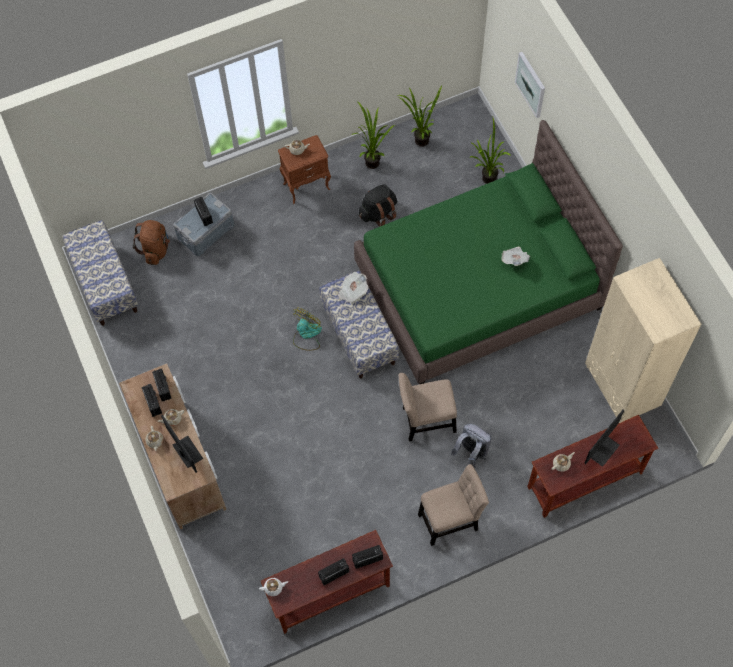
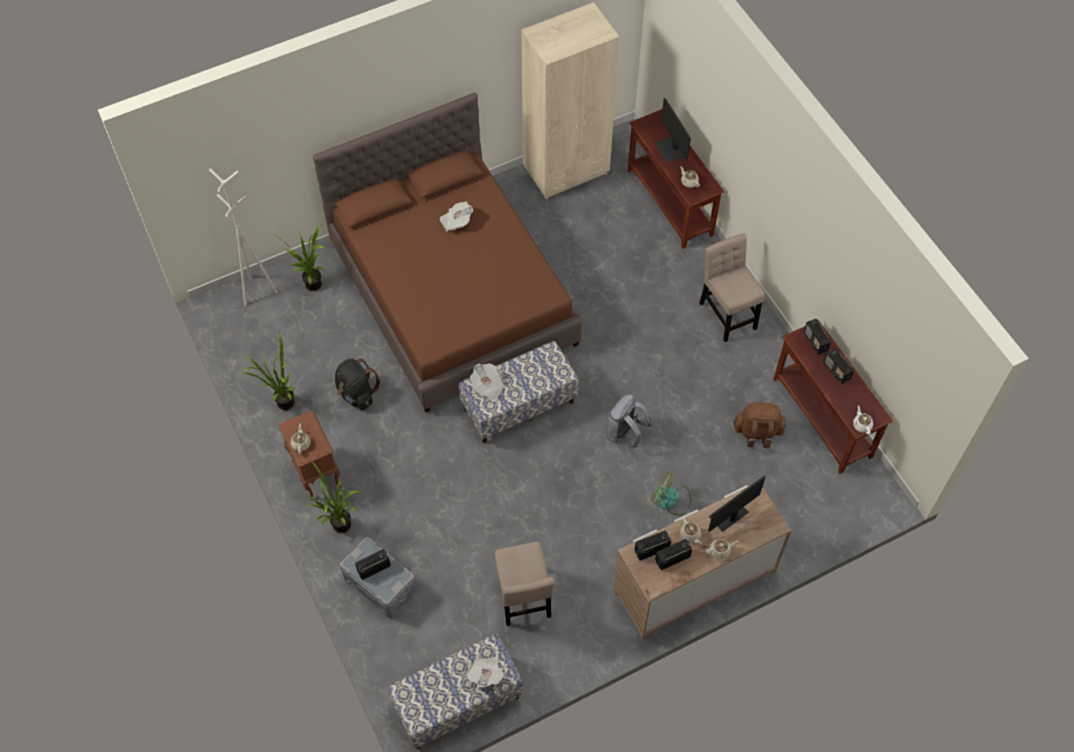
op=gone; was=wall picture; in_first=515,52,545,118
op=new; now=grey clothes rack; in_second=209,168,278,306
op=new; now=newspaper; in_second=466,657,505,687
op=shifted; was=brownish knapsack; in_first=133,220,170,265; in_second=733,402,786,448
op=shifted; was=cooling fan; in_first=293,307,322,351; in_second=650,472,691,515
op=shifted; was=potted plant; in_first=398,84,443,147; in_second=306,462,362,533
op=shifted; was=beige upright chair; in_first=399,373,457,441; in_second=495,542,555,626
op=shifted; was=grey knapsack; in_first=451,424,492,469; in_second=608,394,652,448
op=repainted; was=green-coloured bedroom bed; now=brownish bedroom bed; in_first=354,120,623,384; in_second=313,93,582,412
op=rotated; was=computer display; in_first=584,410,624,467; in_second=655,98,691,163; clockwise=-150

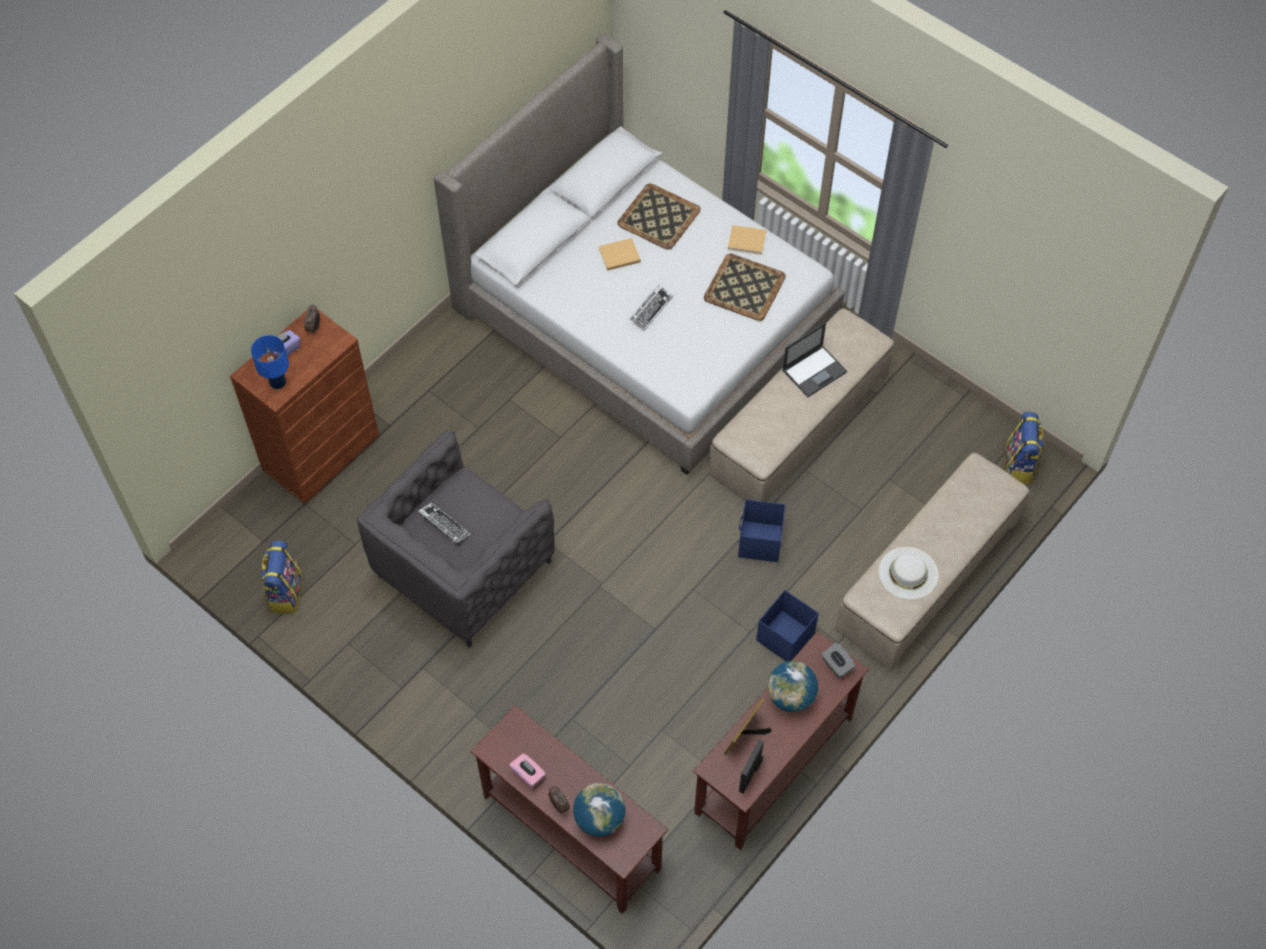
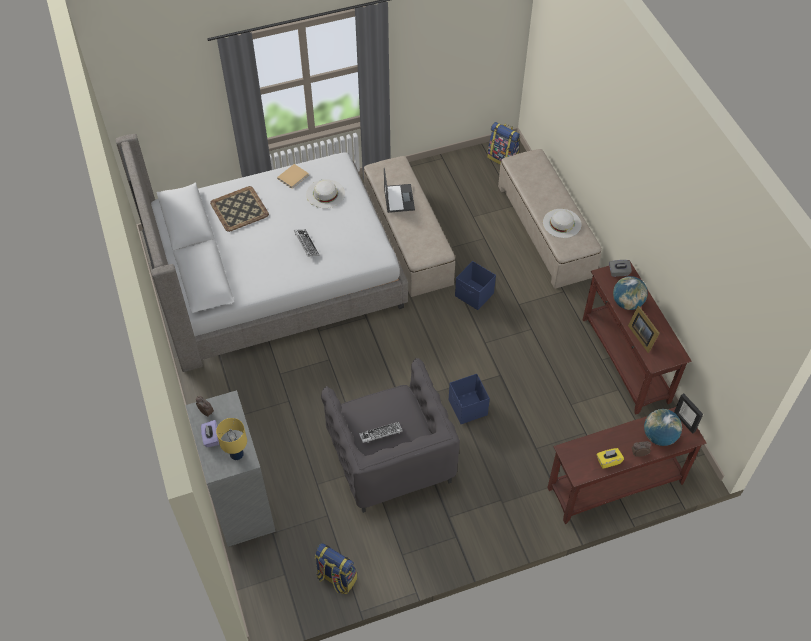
op=gone; was=beige bound book; in_first=599,238,641,271
op=shifted; was=photo frame; in_first=739,740,764,794; in_second=674,393,703,434
op=shifted; was=blue storage bin; in_first=756,590,819,662; in_second=449,374,490,424
op=swapped; was=tray; now=white-coloured wearable hat; in_first=704,253,786,321; in_second=306,179,345,208
op=repainted; was=brownish dresser; now=grey dresser; in_first=230,309,380,504; in_second=185,390,276,547
op=repainted; was=blue tabletop lamp; now=yellow-coloured tabletop lamp; in_first=251,335,289,389; in_second=216,418,247,460
op=repainted; was=pink tissue box; now=yellow-coloured tissue box; in_first=509,753,546,789; in_second=597,448,624,469

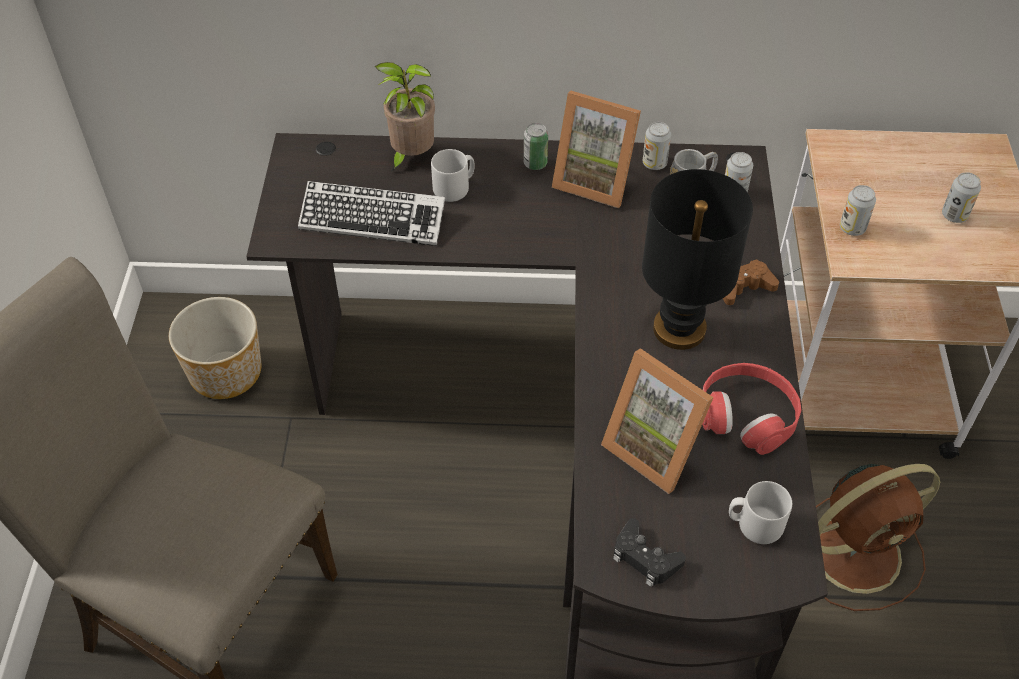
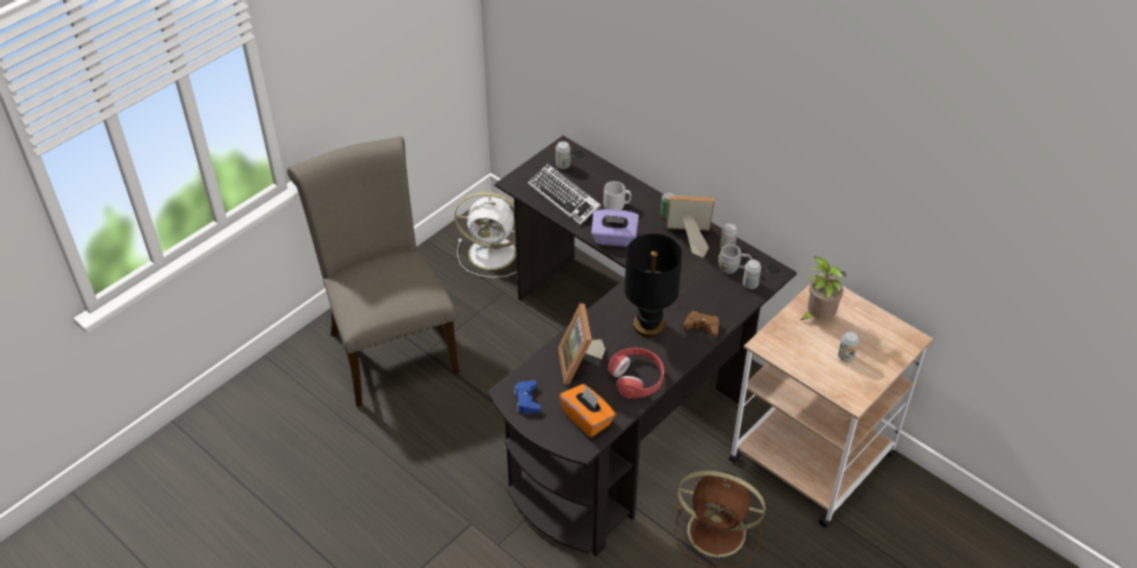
op=new; now=purplish tissue box; in_second=591,209,639,247
op=shifted; was=potted plant; in_first=375,62,435,172; in_second=801,257,846,320
op=shifted; was=sealed can; in_first=840,185,876,236; in_second=556,141,570,169
op=swapped; was=planter; now=white-coloured cooling fan; in_first=169,297,262,399; in_second=454,192,517,278
op=swapped; was=grey coffee mug; now=orange tissue box; in_first=729,481,792,544; in_second=559,384,616,437
op=repainted; was=black joypad; now=blue joypad; in_first=613,518,686,587; in_second=514,380,541,414
op=rotated; was=photo frame; in_first=552,91,641,208; in_second=667,195,715,258; clockwise=120

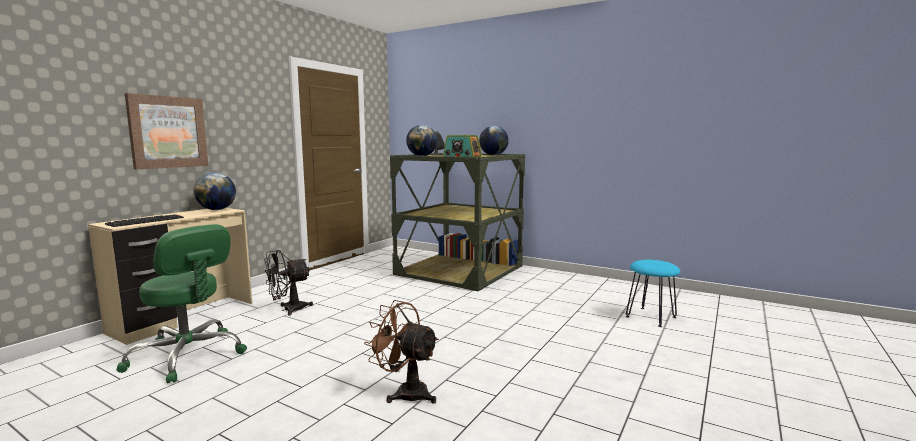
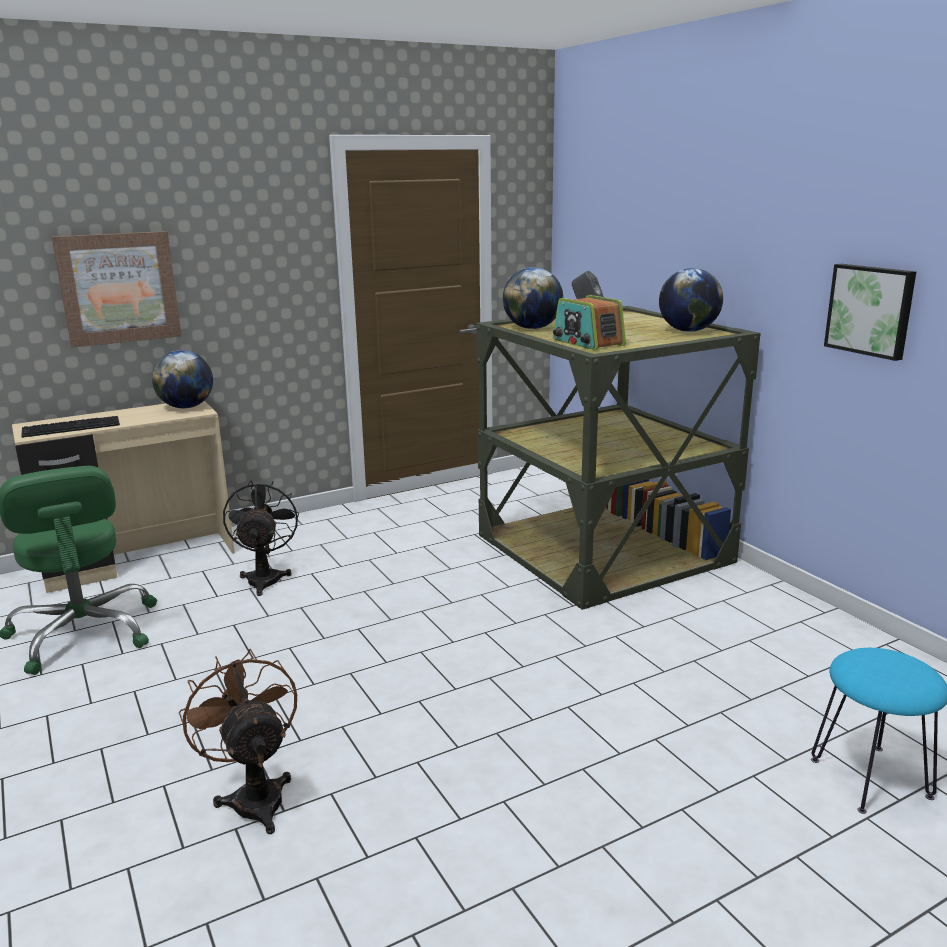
op=new; now=wall picture; in_second=824,264,916,361
op=rotated; was=black cooling fan; in_first=264,250,313,316; in_second=223,480,299,596; clockwise=90

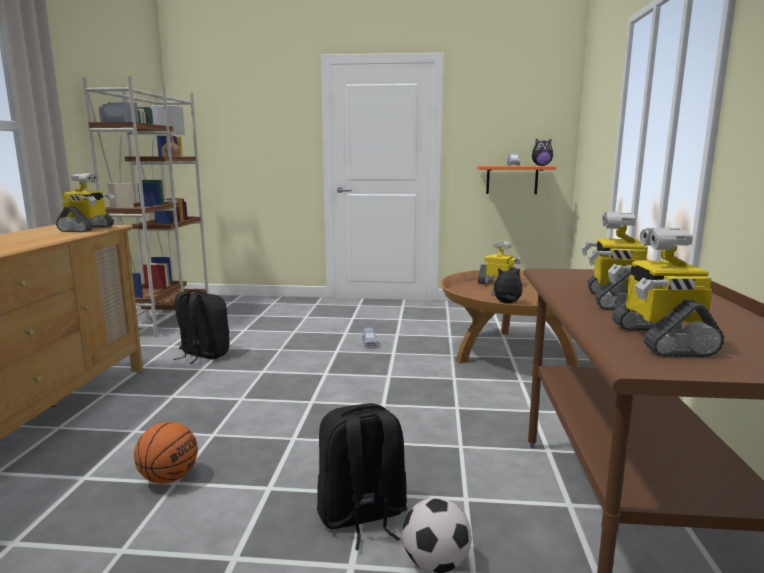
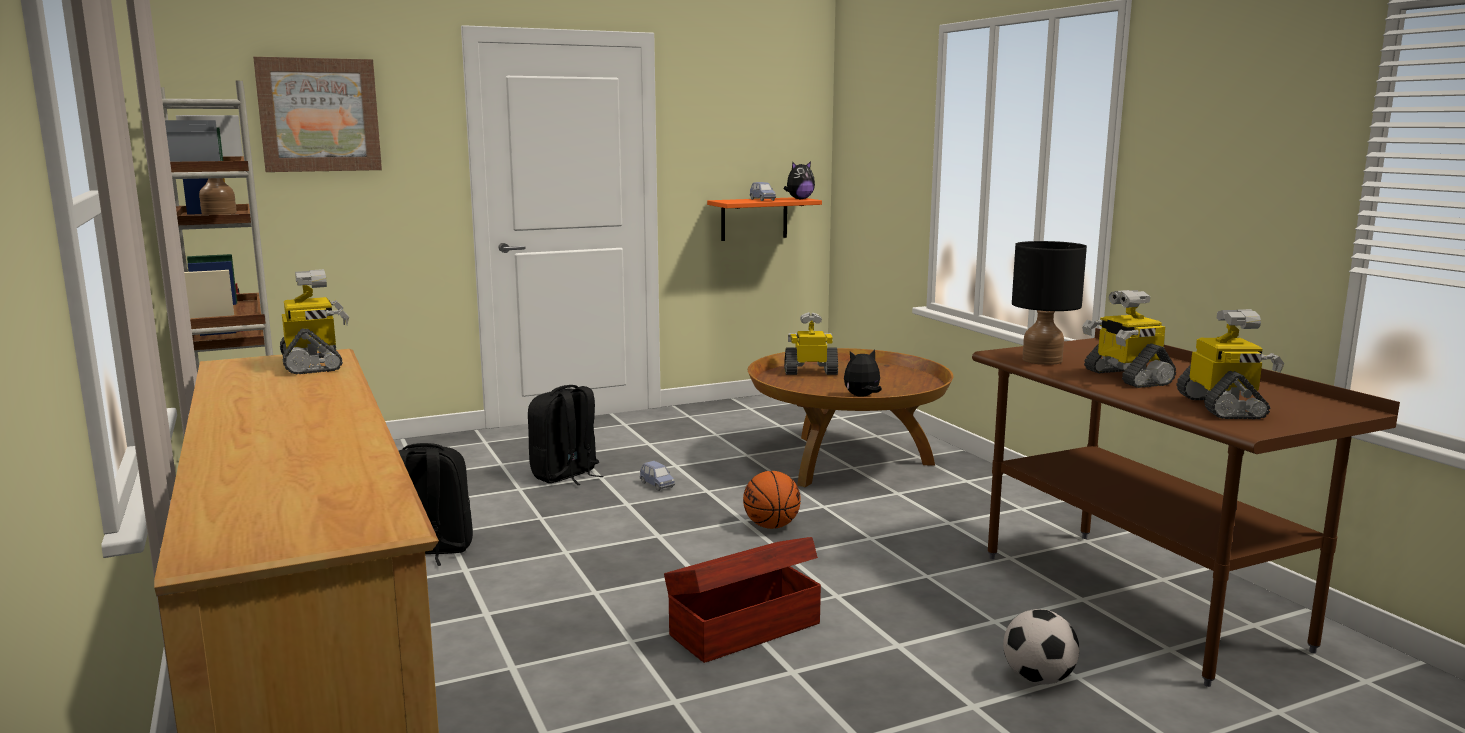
op=new; now=wall picture; in_second=253,57,382,172
op=new; now=brownish storage bin; in_second=664,537,821,663
op=new; now=black tabletop lamp; in_second=1012,241,1087,365
op=shifted; was=basketball ball; in_first=134,422,198,484; in_second=743,471,801,529
op=shifted; was=black knapsack; in_first=317,403,407,550; in_second=528,385,604,485
op=rotated; was=model robot; in_first=608,228,724,357; in_second=1176,309,1284,419; clockwise=-150

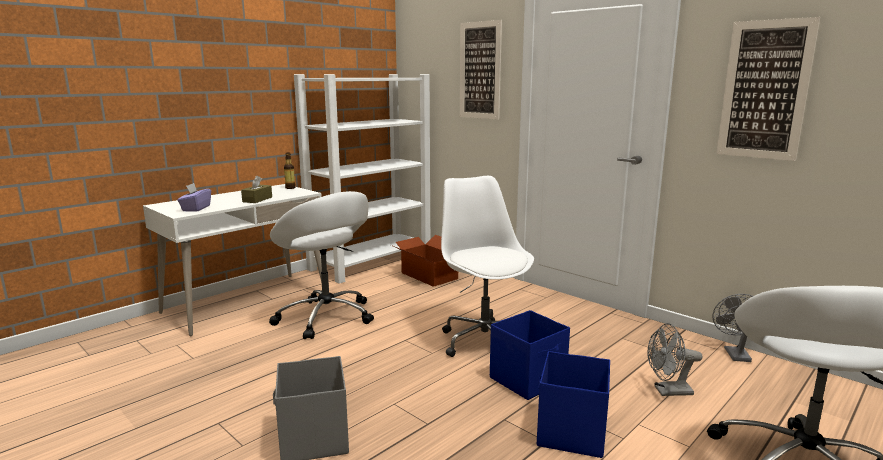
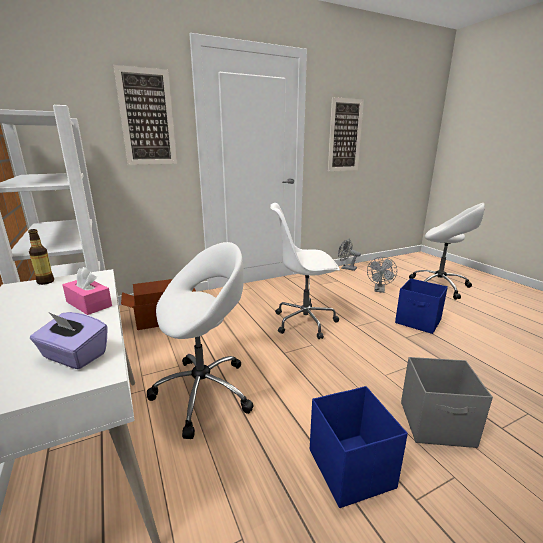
op=shifted; was=blue storage bin; in_first=490,310,570,400; in_second=310,386,408,508
op=repainted; was=brownish tissue box; now=pink tissue box; in_first=241,175,272,203; in_second=62,267,112,315

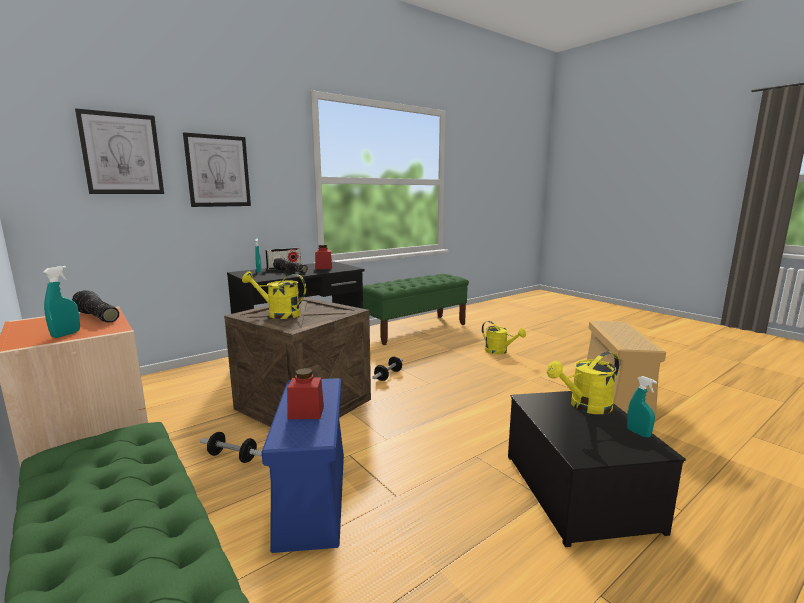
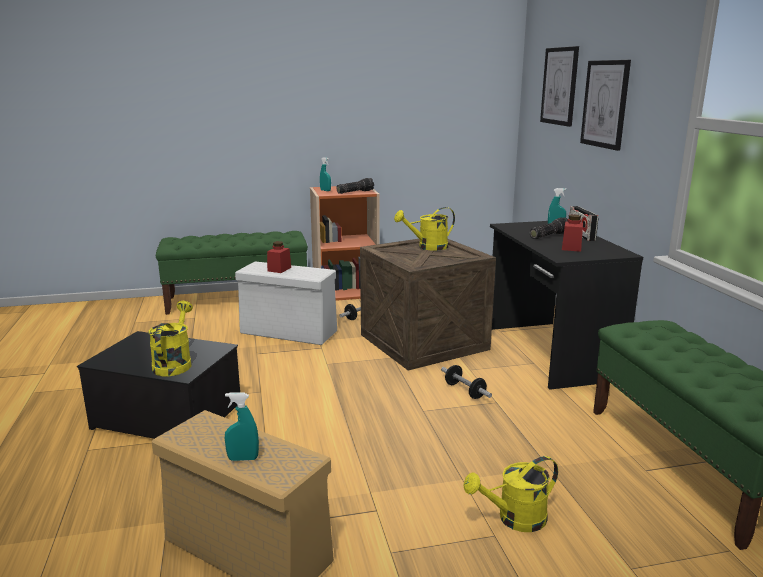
op=shifted; was=turquoise hand sprayer; in_first=627,376,657,437; in_second=225,392,259,461
op=repainted; was=blue storage bin; now=white-coloured storage bin; in_first=262,378,344,553; in_second=235,261,337,345
op=rotated; was=yellow-coloured watering can; in_first=242,271,306,319; in_second=394,207,455,251; clockwise=-150

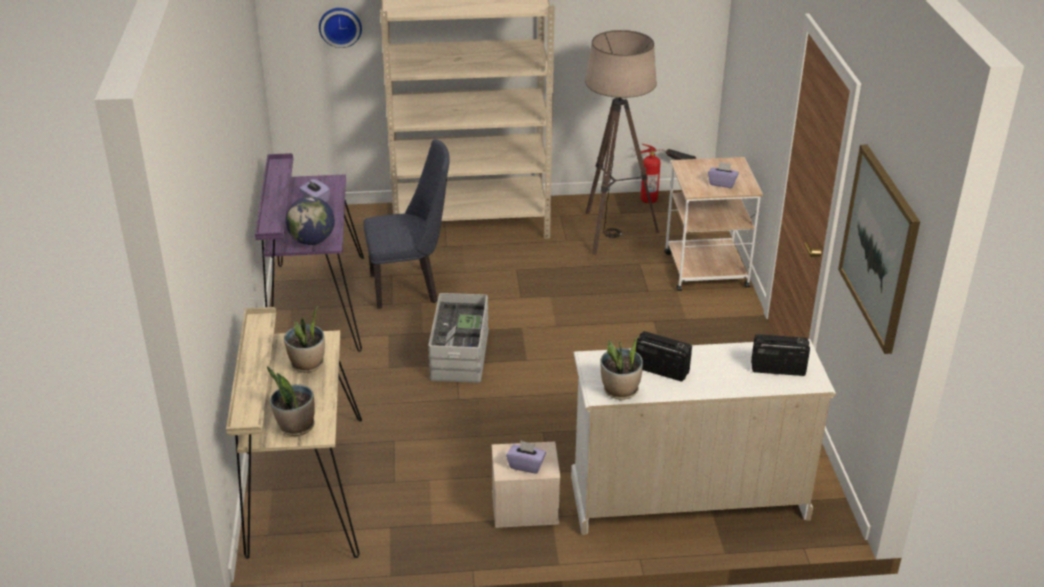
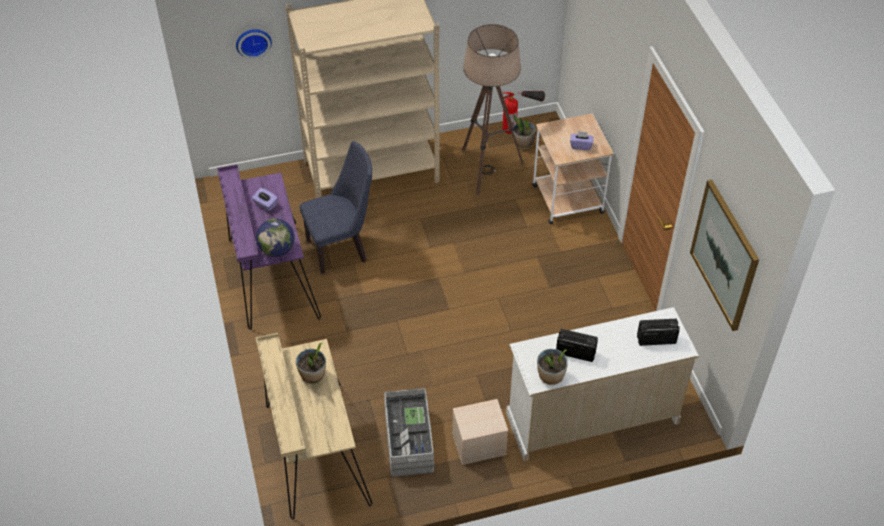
op=gone; was=purplish tissue box; in_first=506,440,546,474
op=shifted; was=potted plant; in_first=267,366,315,436; in_second=513,115,536,149
op=shifted; was=grey storage bin; in_first=429,293,489,383; in_second=384,388,434,477

